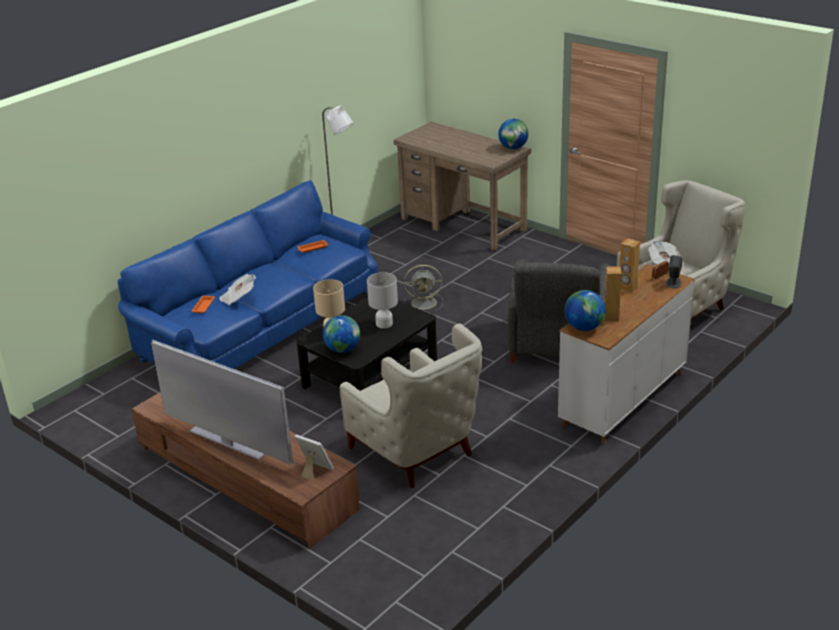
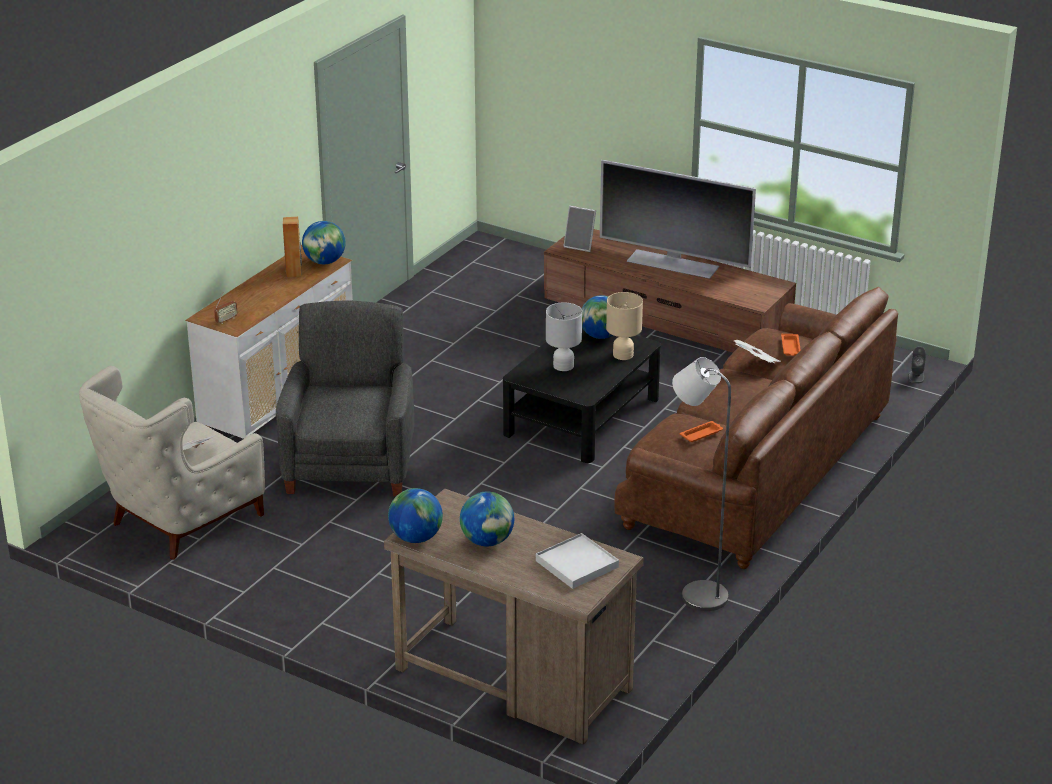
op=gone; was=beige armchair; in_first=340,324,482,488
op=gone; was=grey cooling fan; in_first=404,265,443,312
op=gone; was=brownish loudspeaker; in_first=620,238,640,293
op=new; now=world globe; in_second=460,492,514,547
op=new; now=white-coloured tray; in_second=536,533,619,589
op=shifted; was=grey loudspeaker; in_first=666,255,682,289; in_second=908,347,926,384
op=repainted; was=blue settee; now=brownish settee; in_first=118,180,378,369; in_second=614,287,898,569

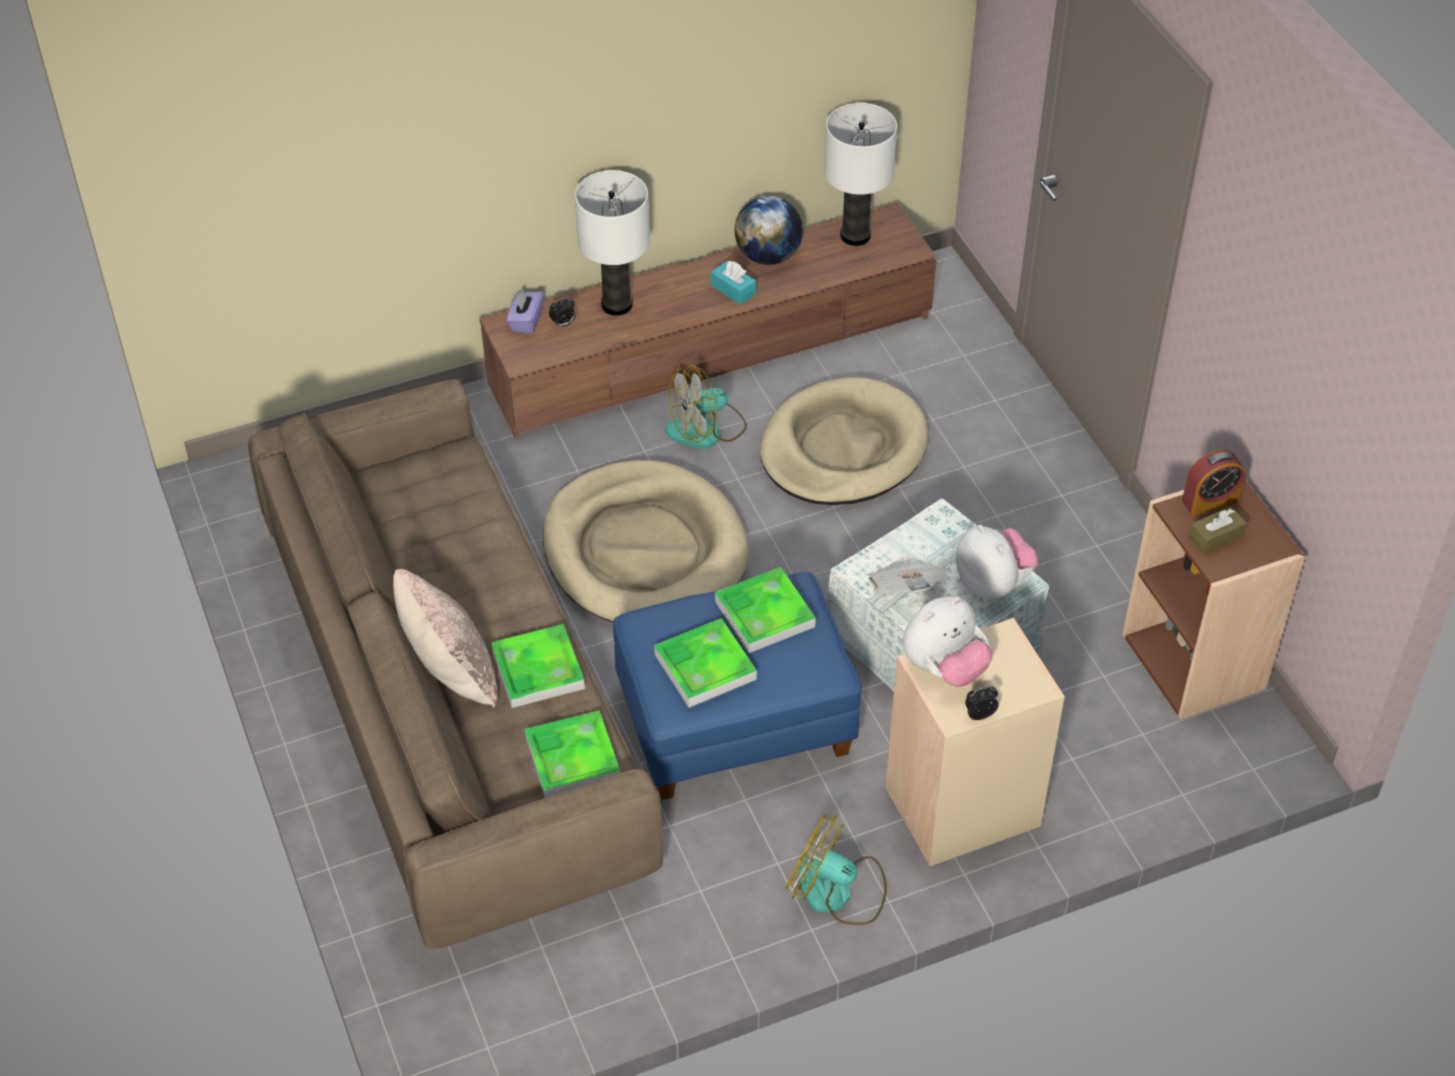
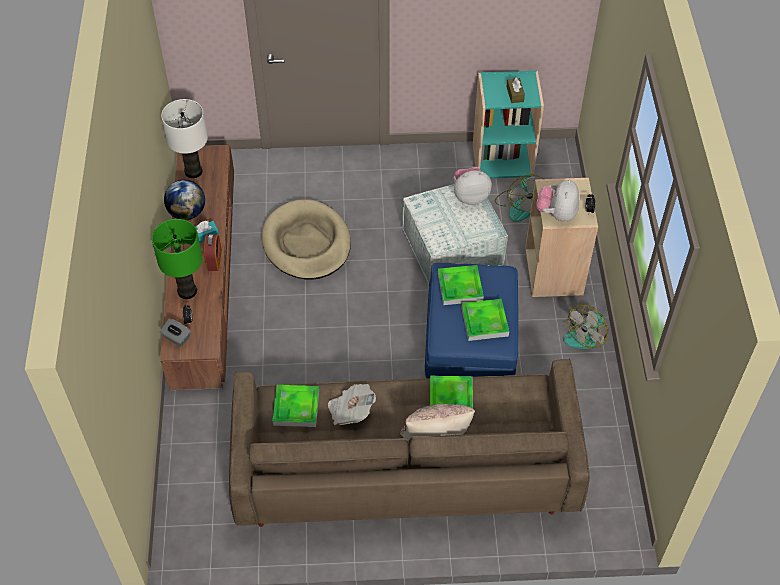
op=gone; was=beige pet bed; in_first=543,460,749,622
op=shifted; was=tray; in_first=525,711,620,798; in_second=273,385,319,427
op=shifted; was=cooling fan; in_first=665,363,747,449; in_second=495,175,544,222
op=shifted; was=newspaper; in_first=867,556,948,595; in_second=328,384,376,425
op=shifted; was=alarm clock; in_first=1182,450,1245,515; in_second=204,234,222,271
op=repainted; was=purplish tissue box; now=grey tissue box; in_first=506,289,544,334; in_second=160,318,191,347
op=repainted; was=white-coloured tabletop lamp; now=green-coloured tabletop lamp; in_first=575,170,650,316; in_second=152,219,202,299
op=repainted; was=brownish shelving unit; now=turquoise shelving unit; in_first=1122,479,1305,720; in_second=473,71,544,178
op=rotated; was=plush toy; in_first=902,597,993,687; in_second=536,180,579,222; clockwise=-150

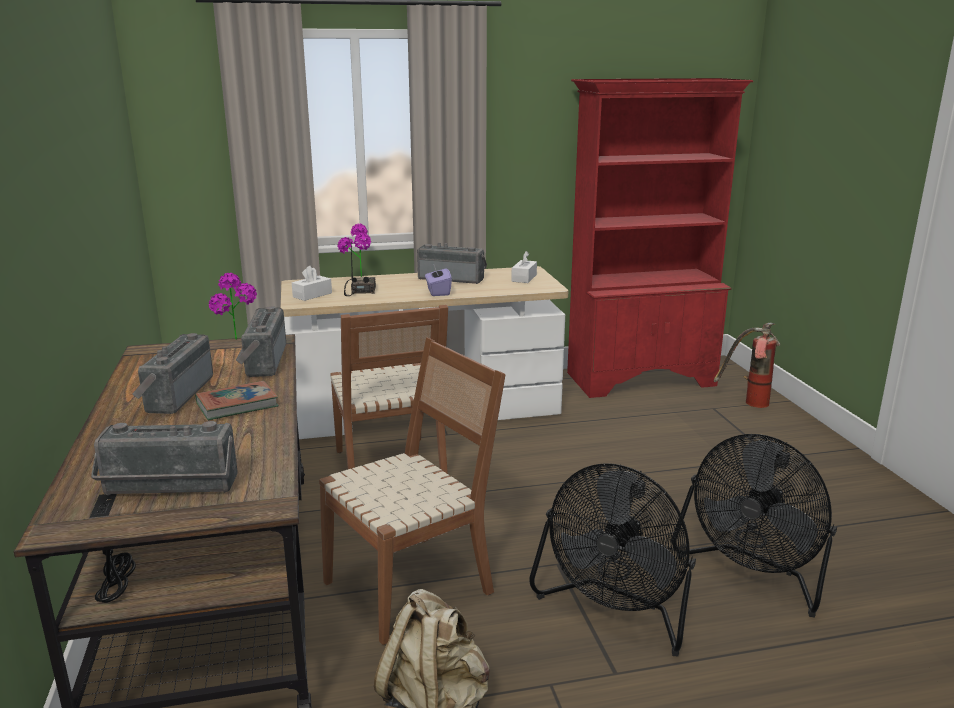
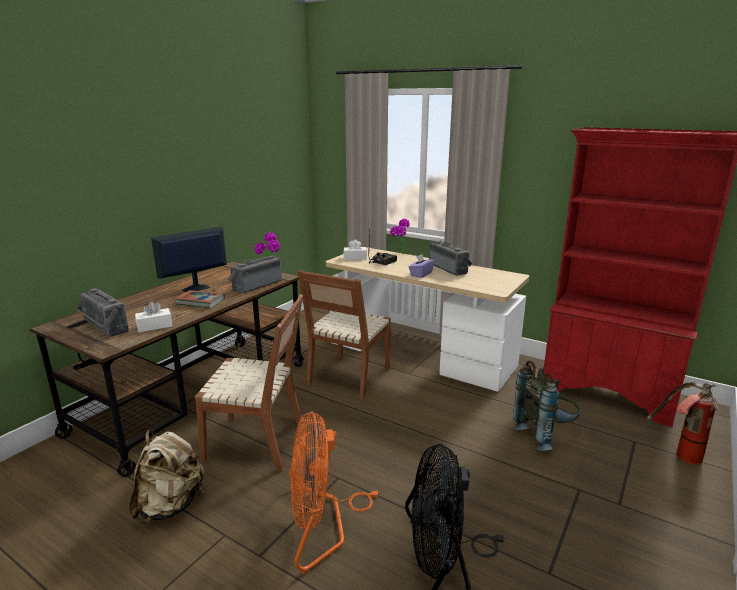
op=new; now=grey knapsack; in_second=513,361,581,451
op=shifted; was=white-coloured tissue box; in_first=511,251,537,283; in_second=135,301,172,332
op=swapped; was=radio receiver; now=computer display; in_first=132,333,213,414; in_second=151,227,227,292
op=repainted; was=black cooling fan; now=orange cooling fan; in_first=529,464,696,656; in_second=289,412,380,575

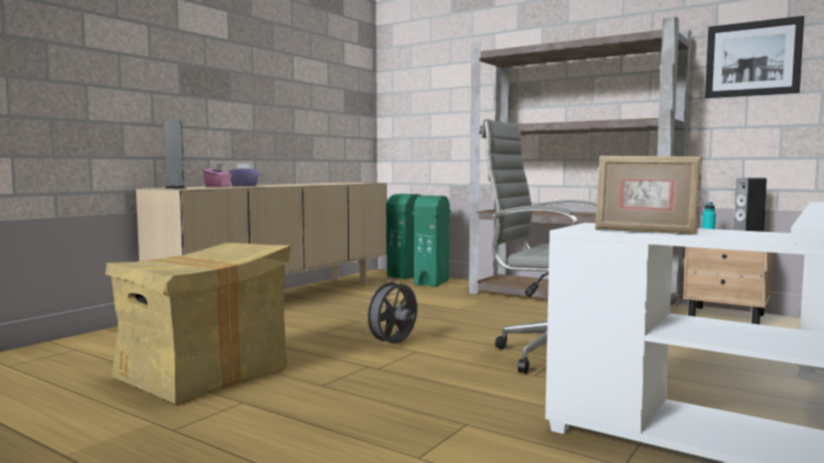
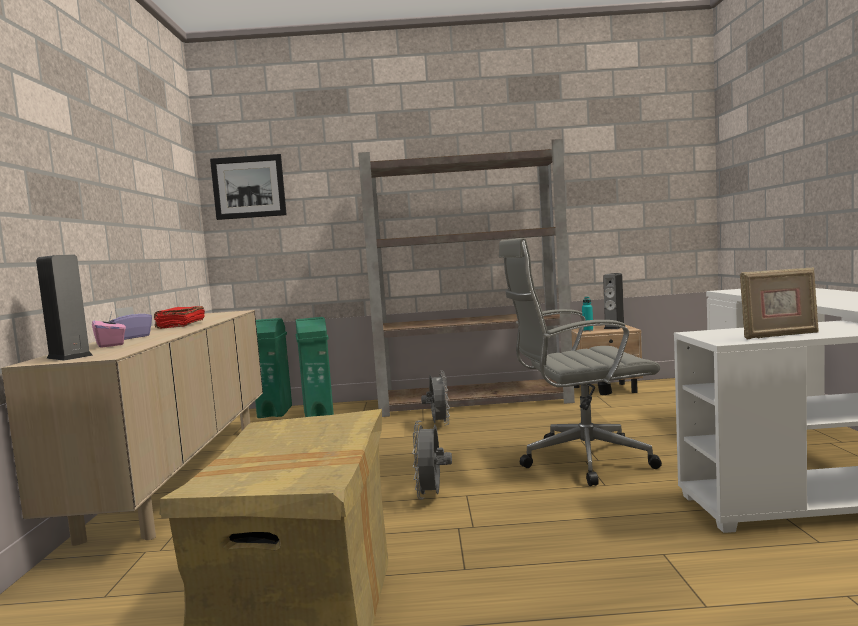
op=new; now=reddish bound book; in_second=154,306,205,329
op=new; now=grey cooling fan; in_second=421,370,450,426
op=shifted; was=wall picture; in_first=705,16,804,98; in_second=210,154,287,220

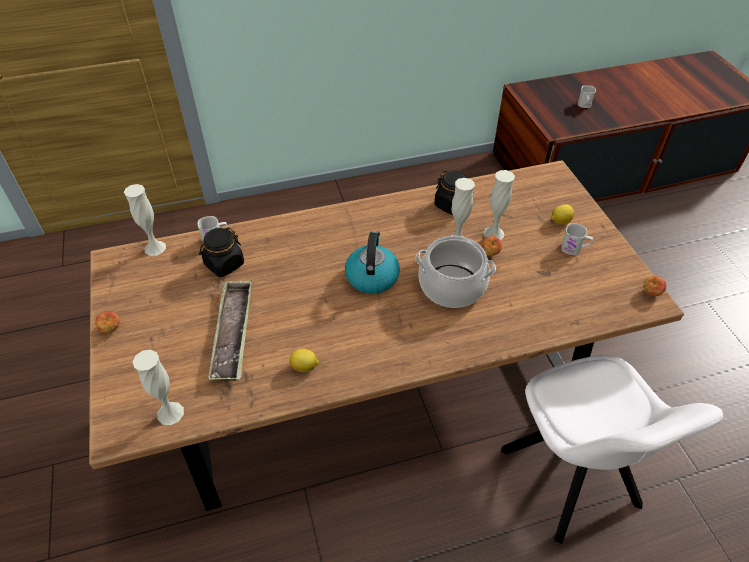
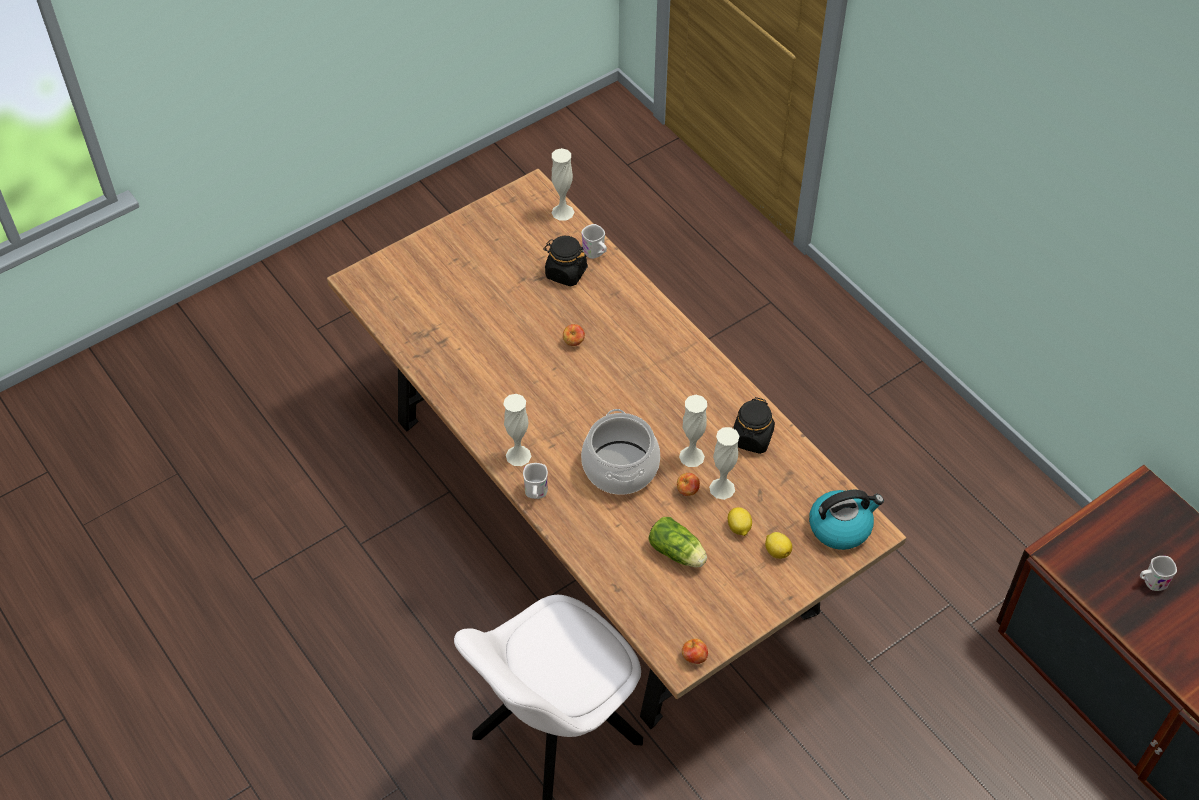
op=gone; was=tray; in_first=208,280,252,381
op=new; now=lettuce head; in_second=648,517,707,568
op=shifted; was=apple fruit; in_first=95,311,120,333; in_second=563,324,585,346
op=shifted; was=white-coloured decorative vase; in_first=133,350,184,425; in_second=503,394,531,466
op=shifted; was=citrus fruit; in_first=289,349,319,372; in_second=728,507,752,536
op=shifted; was=water kettle; in_first=345,231,400,294; in_second=809,489,884,550
op=shifted; was=white-coloured coffee mug; in_first=561,223,593,255; in_second=523,463,548,499

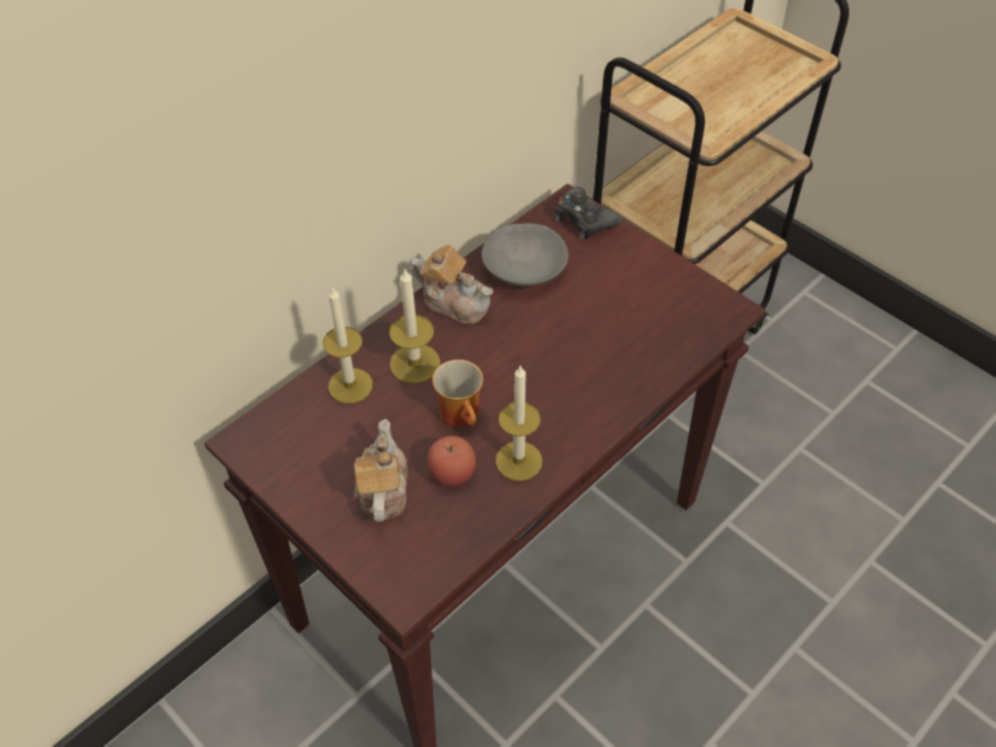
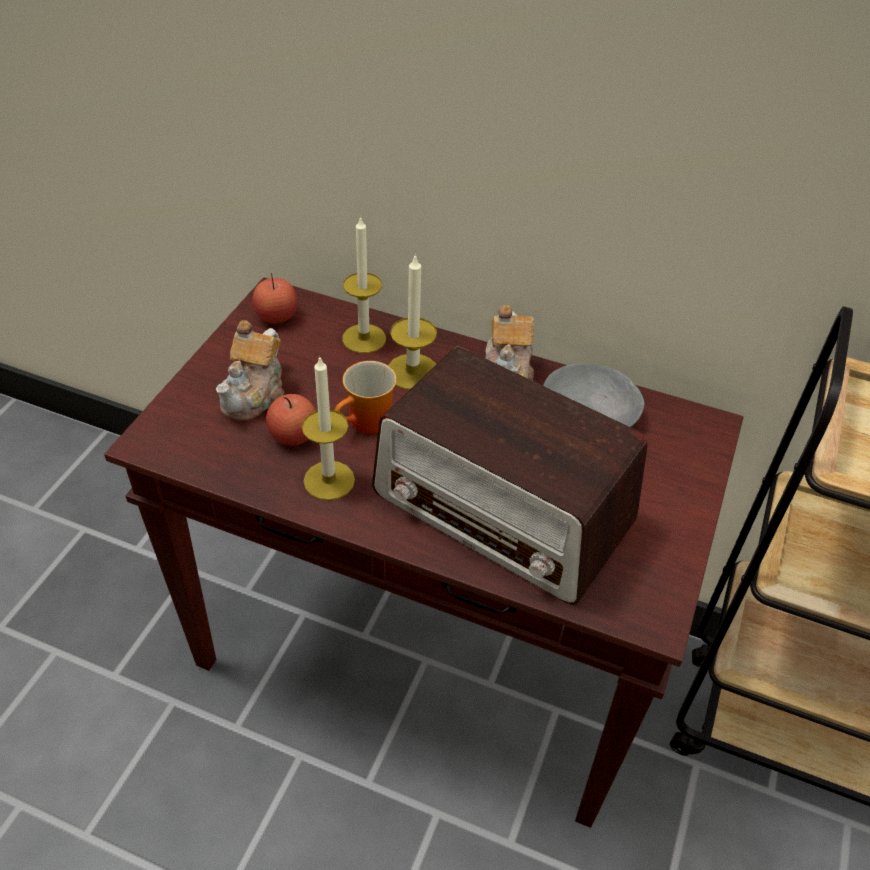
op=gone; was=black joypad; in_first=555,187,622,239
op=new; now=apple fruit; in_second=253,273,297,323
op=new; now=radio receiver; in_second=372,346,647,605
op=rotated; was=teapot; in_first=354,419,408,522; in_second=216,321,284,421; clockwise=135

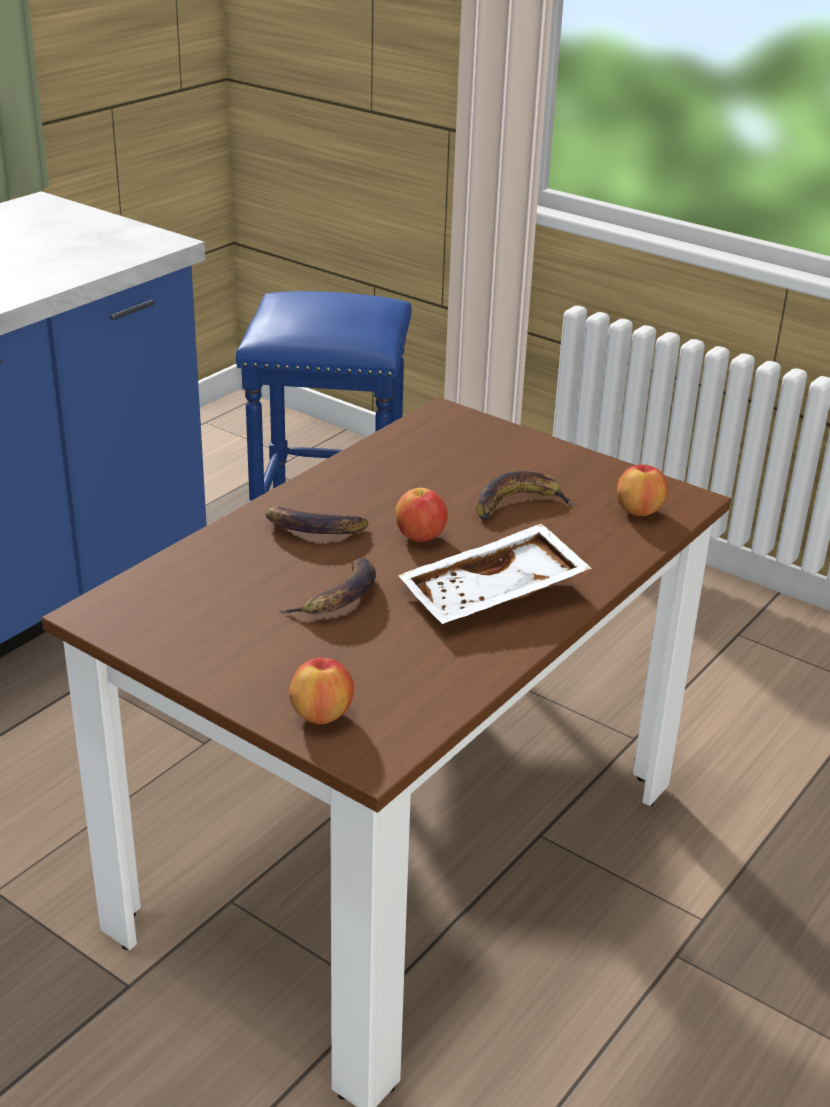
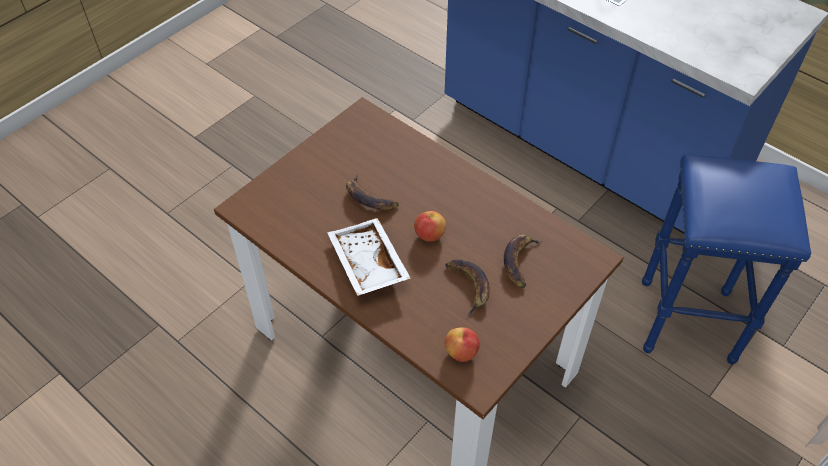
op=gone; was=apple fruit; in_first=289,658,354,724
op=shifted; was=whole banana; in_first=265,507,368,534; in_second=504,234,543,288

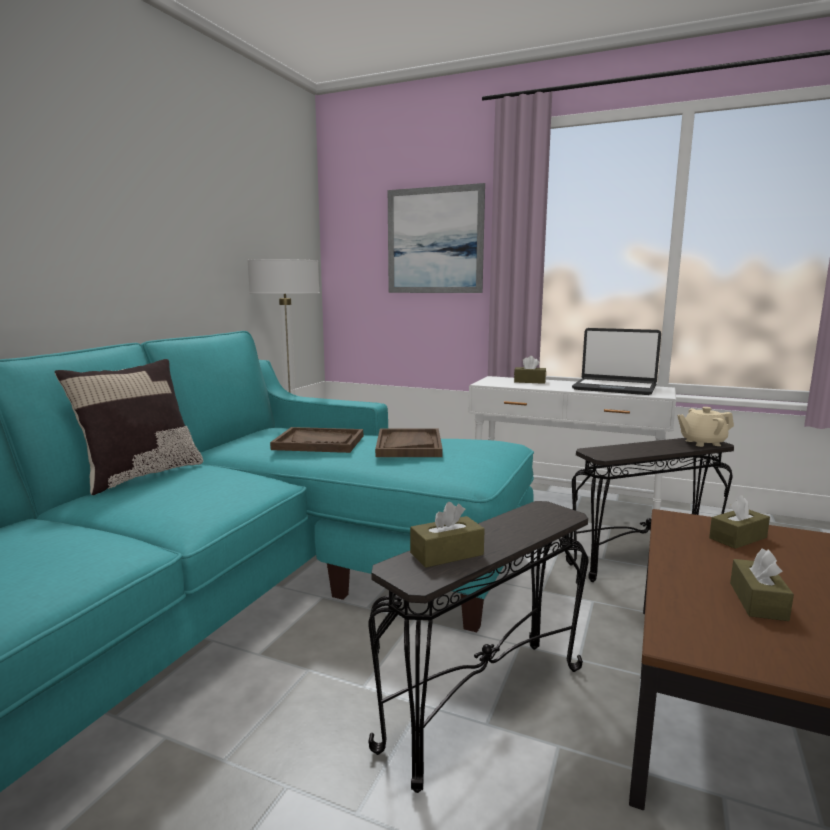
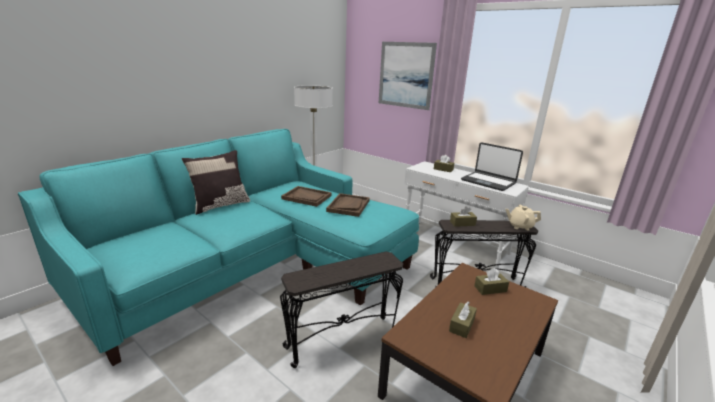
op=shifted; was=brownish tissue box; in_first=410,502,485,568; in_second=450,206,477,227

